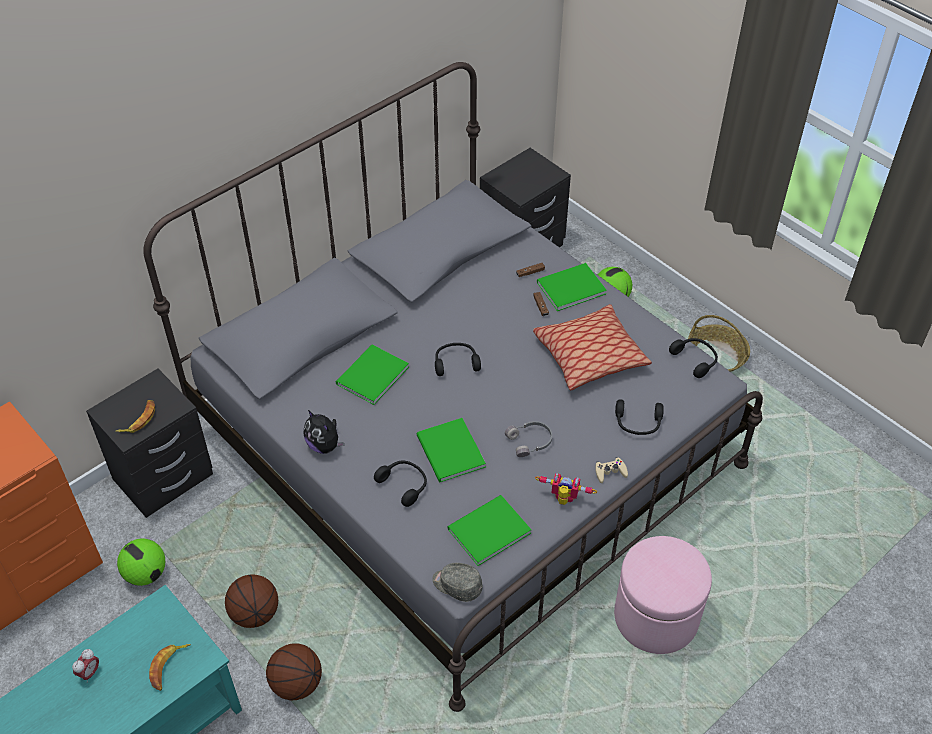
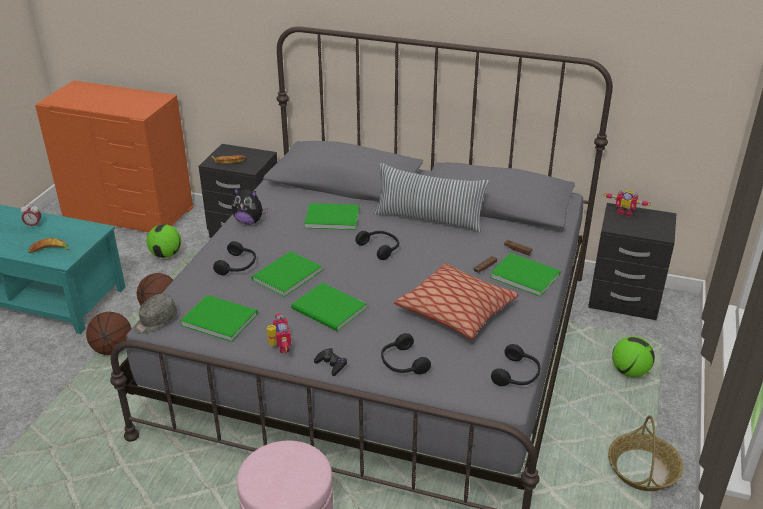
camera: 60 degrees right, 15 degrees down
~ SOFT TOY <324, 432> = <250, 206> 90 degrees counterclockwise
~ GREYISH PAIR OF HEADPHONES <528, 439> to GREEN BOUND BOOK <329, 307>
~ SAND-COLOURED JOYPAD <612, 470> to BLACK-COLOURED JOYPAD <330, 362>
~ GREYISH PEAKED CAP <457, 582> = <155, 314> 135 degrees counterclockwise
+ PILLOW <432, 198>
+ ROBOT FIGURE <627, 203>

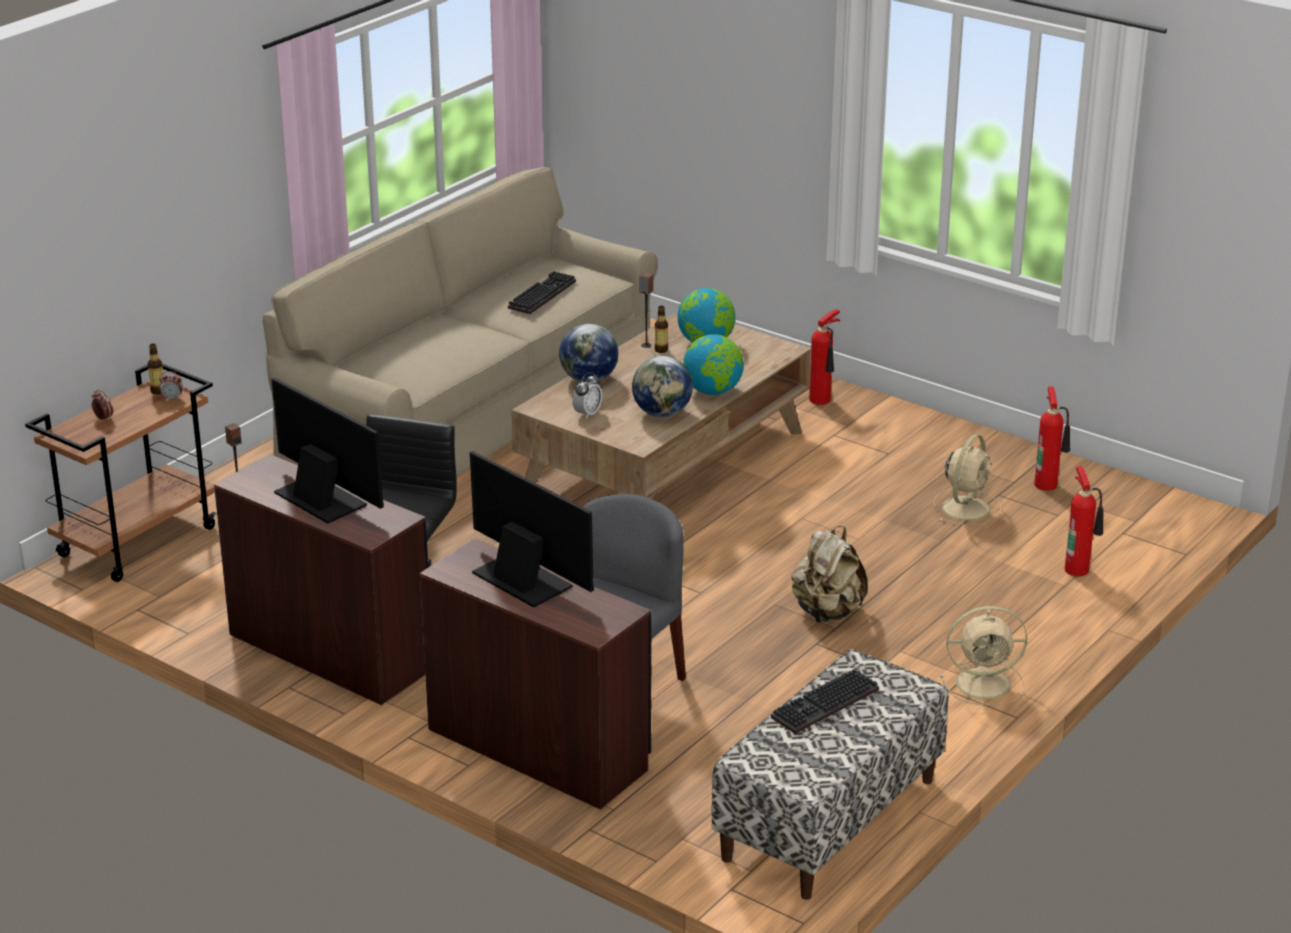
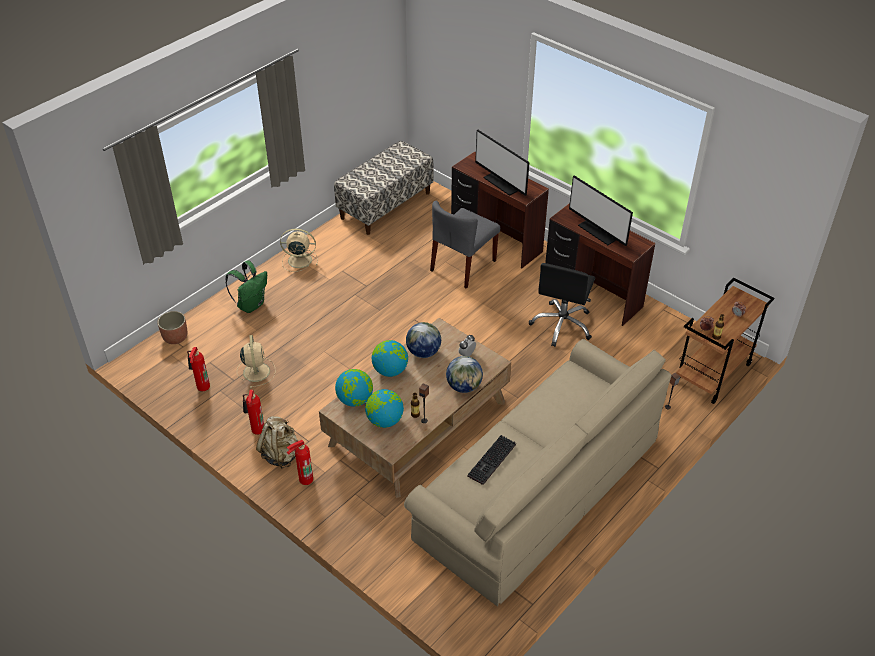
camera: 175 degrees left, 15 degrees up
~ SAND-COLOURED COOLING FAN <967, 480> = <256, 361> 135 degrees clockwise
~ EXTINGUISHER <1084, 521> to <253, 412>
~ SAND-COLOURED RUCKSACK <830, 574> to <276, 442>
- COMPUTER KEYBOARD <825, 701>
+ GREEN RUCKSACK <246, 286>
+ PLANT POT <172, 327>
+ WORLD GLOBE <354, 388>

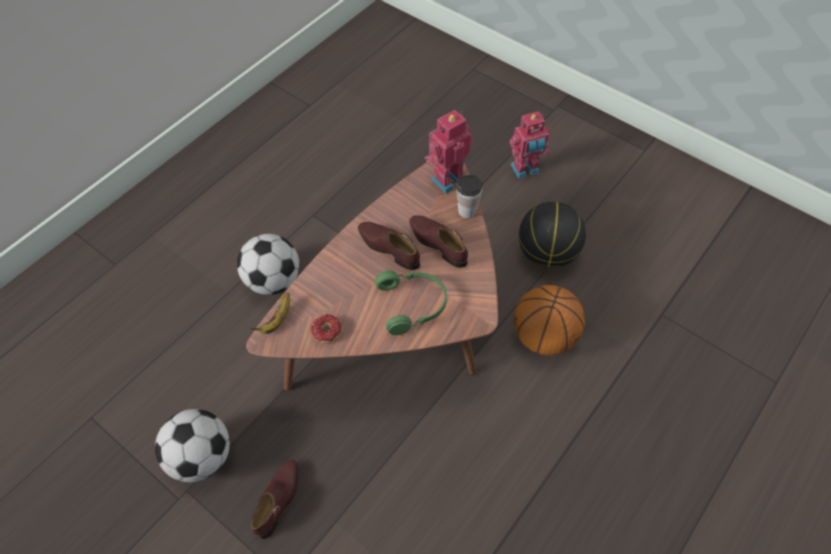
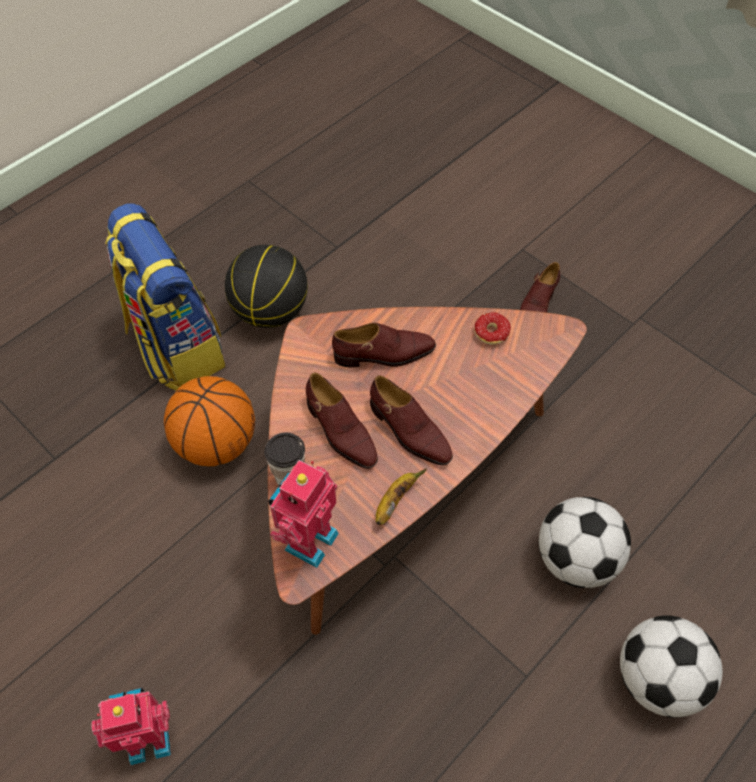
camera: 175 degrees left, 0 degrees up
~ ROBOT FIGURE <449, 152> = <303, 514> 150 degrees clockwise
~ BASKETBALL BALL <552, 235> to <266, 286>
~ GREEN PAIR OF HEADPHONES <411, 303> to BROWNISH SHOE <384, 345>
~ BANANA FRUIT <270, 313> to <401, 497>
~ FOOTBALL BALL <192, 445> to <671, 666>
+ RUCKSACK <165, 297>

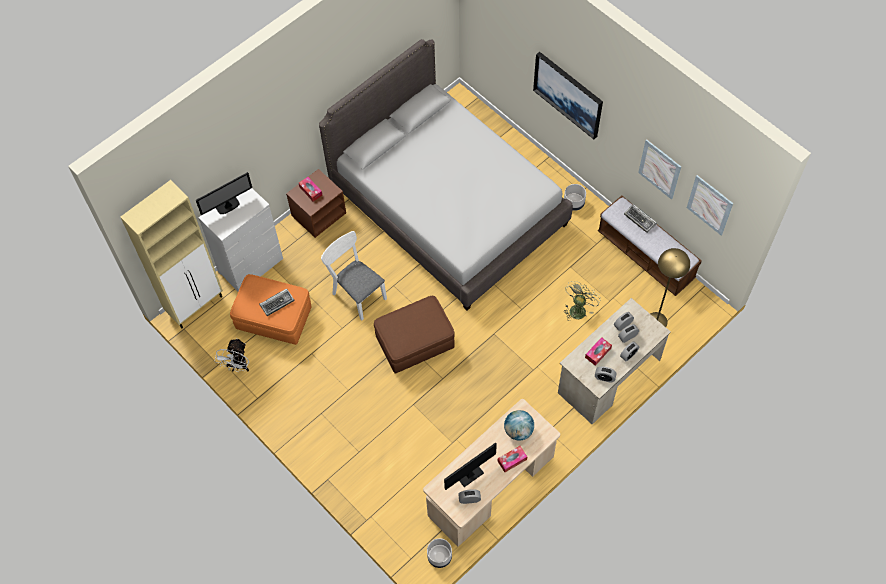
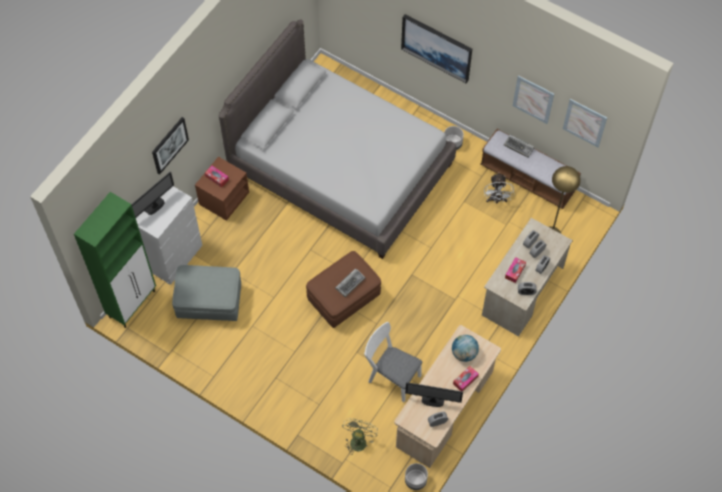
camera: 15 degrees left, 0 degrees up
~ SAND-COLOURED CUPBOARD <172, 254> to GREEN CUPBOARD <115, 260>
~ WHITISH CHAIR <354, 276> to <393, 362>
~ ORANGE FOOTREST <270, 309> to GREYISH FOOTREST <206, 293>
~ GREEN COOLING FAN <582, 300> to <360, 436>
~ COMPUTER KEYBOARD <277, 302> to <350, 283>
~ WHITISH COOLING FAN <232, 355> to <499, 188>
~ COMPUTER SCREEN <470, 466> = <434, 394> 120 degrees counterclockwise
+ WALL PICTURE <170, 146>

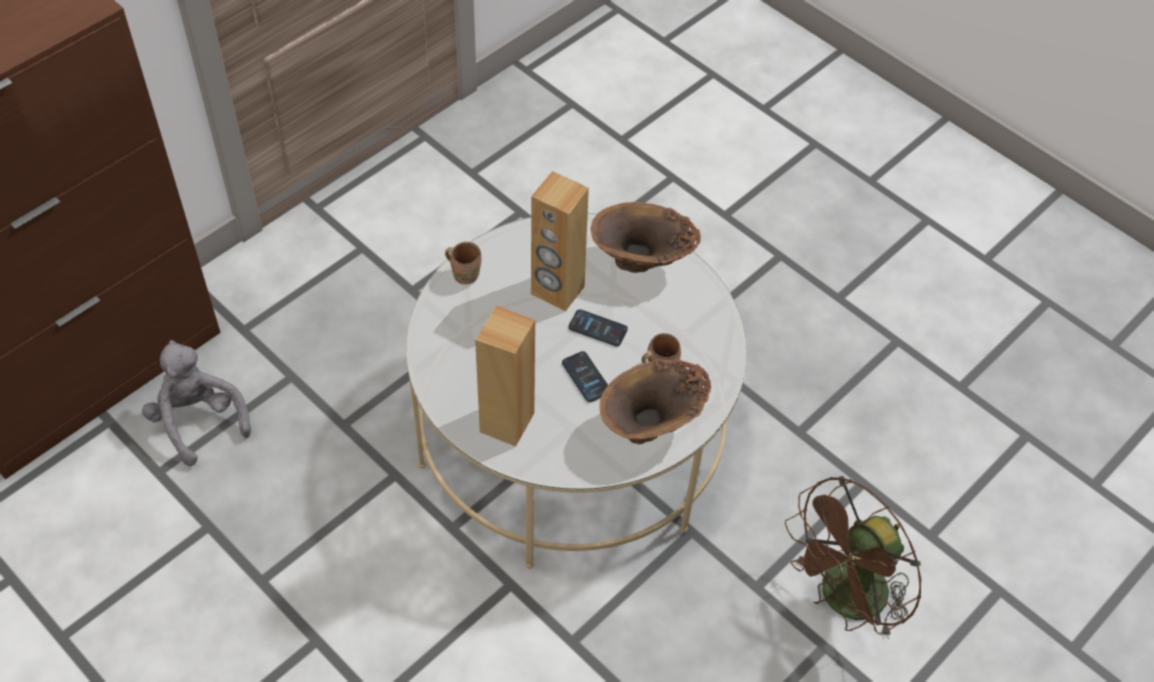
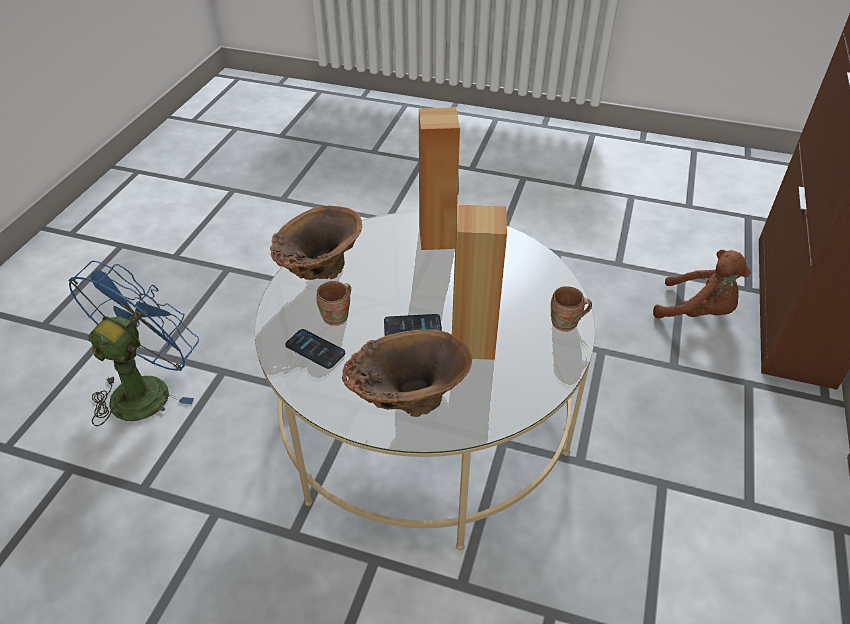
camera: 155 degrees right, 10 degrees down
~ GREYISH SOFT TOY <196, 403> to BROWNISH SOFT TOY <702, 284>
~ TELEPHONE <585, 376> to <315, 349>
~ BROWNISH COOLING FAN <853, 557> to BLUE-COLOURED COOLING FAN <133, 343>

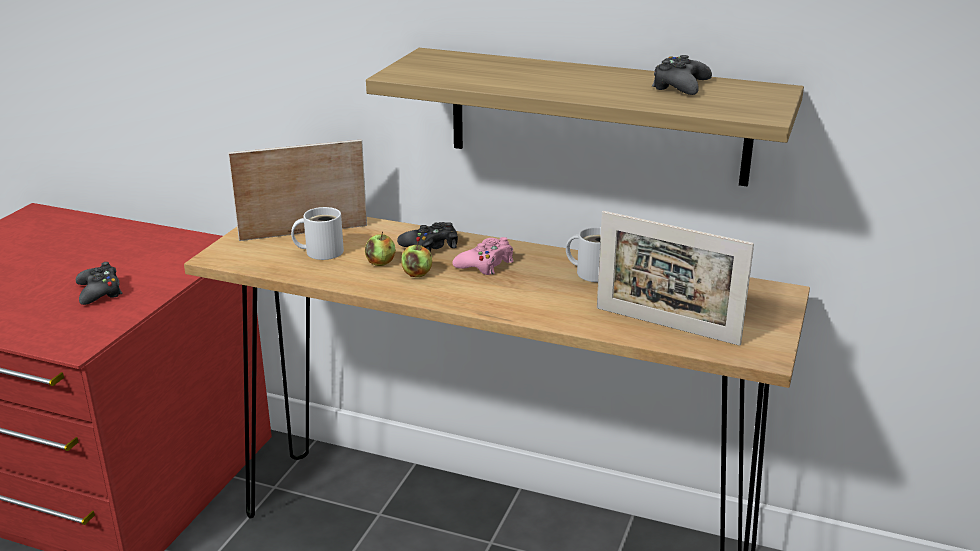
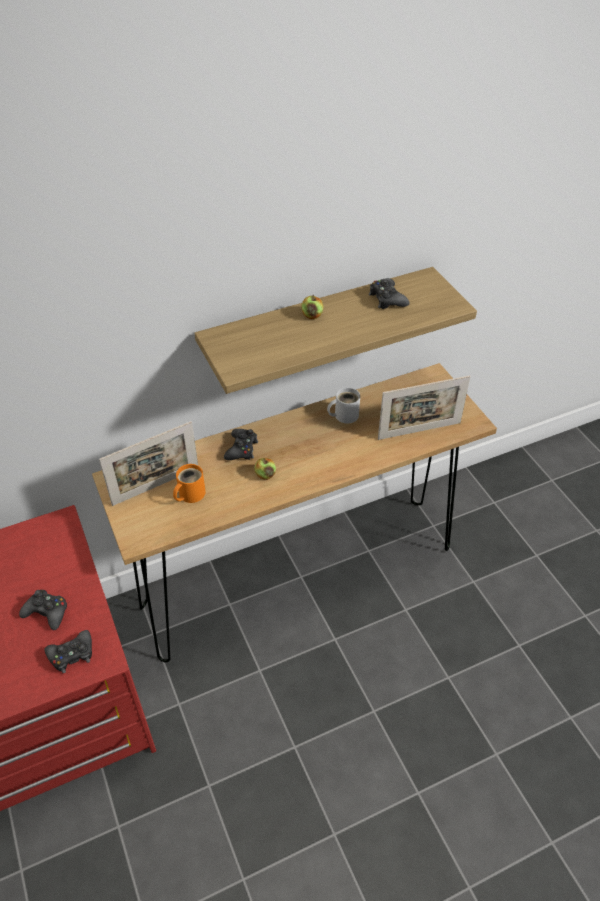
camera: 45 degrees left, 20 degrees up
~ STANDING FRAME <297, 190> = <148, 463> 150 degrees counterclockwise
~ WHITISH TEA MUG <317, 233> to ORANGE TEA MUG <189, 483>
~ WHOLE APPLE <380, 249> to <312, 307>
- PINK-COLOURED JOYPAD <483, 256>
+ BLACK-COLOURED JOYPAD <68, 651>

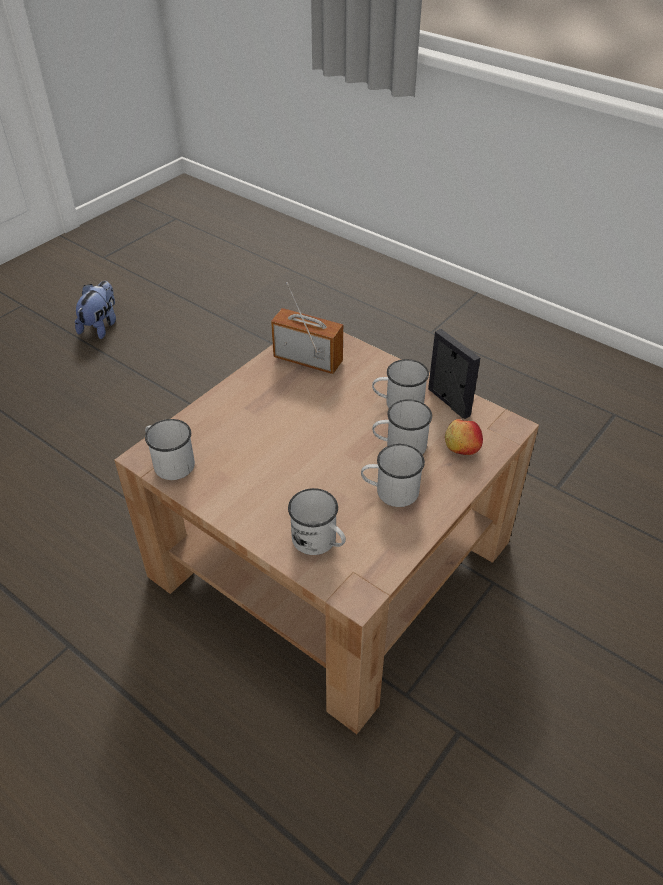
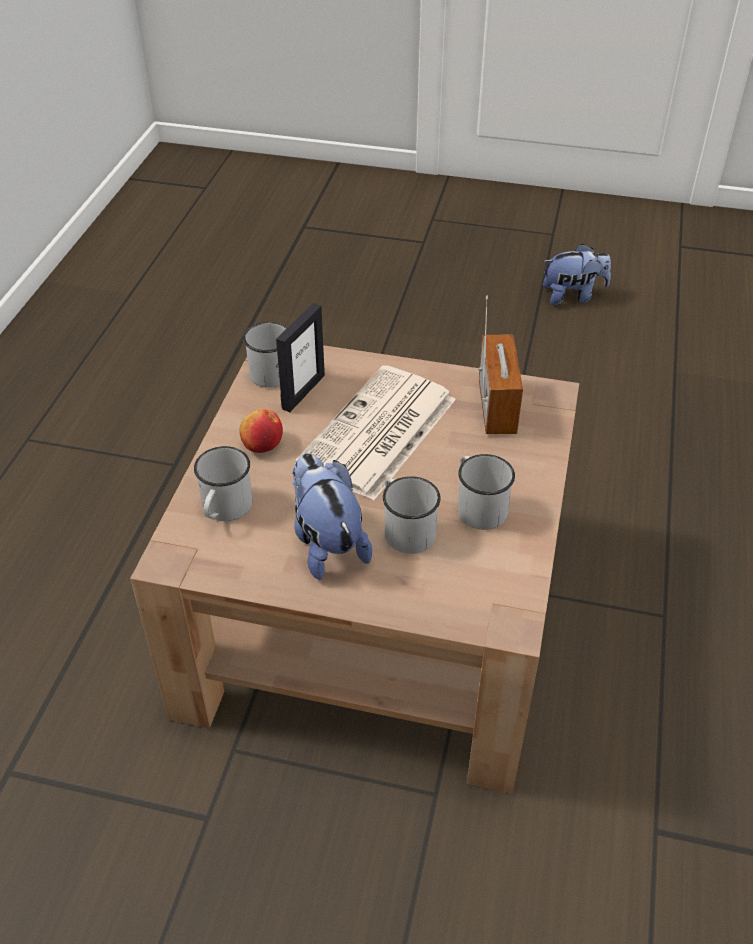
camera: 65 degrees right, 0 degrees up
~ STANDING FRAME <454, 374> to <300, 357>
~ WHOLE APPLE <464, 437> to <261, 430>
~ WHITISH TEA MUG <393, 475> to SOFT TOY <332, 516>
+ DAILY PAPER <375, 433>

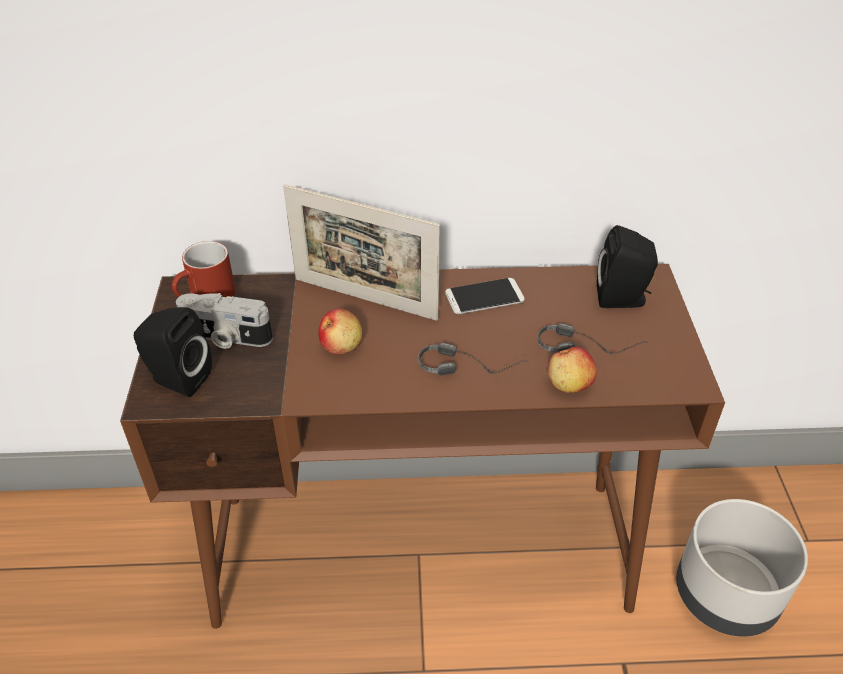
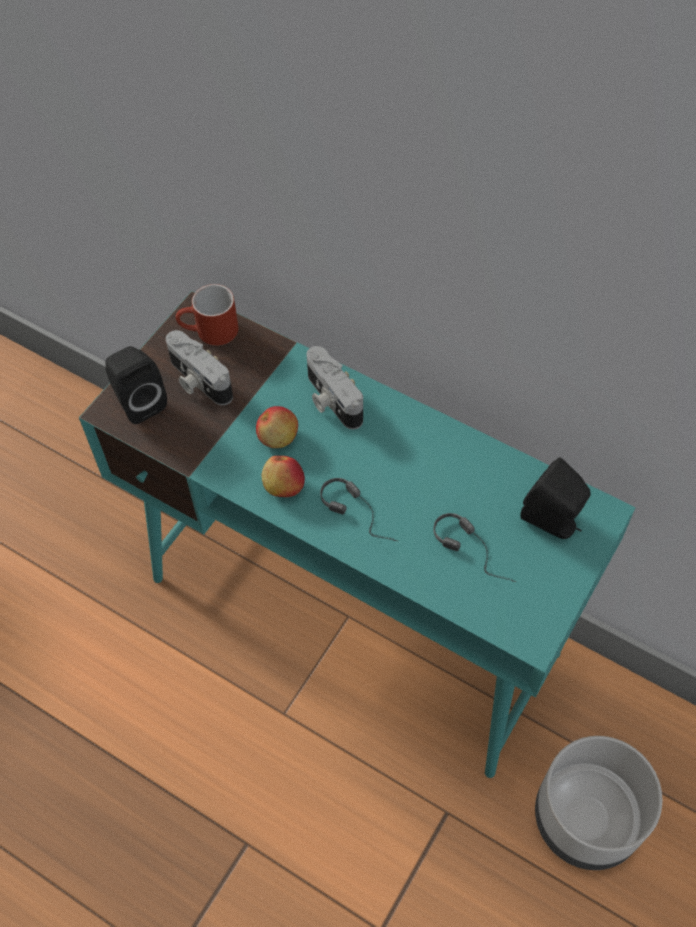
camera: 35 degrees right, 15 degrees up
~ STANDING FRAME <361, 252> to STILL CAMERA <334, 387>
~ BROWNISH DESK <422, 446> to TURQUOISE-COLOURED DESK <357, 534>
- TELEPHONE <485, 296>
~ WHOLE APPLE <572, 370> to <283, 476>

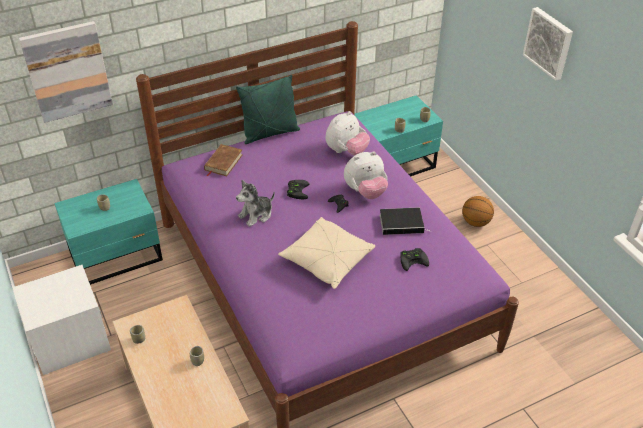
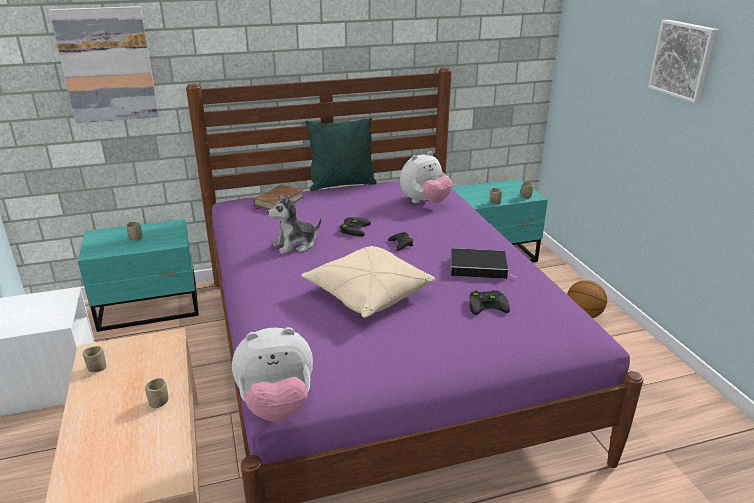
camera: 10 degrees right, 15 degrees down
~ SOFT TOY <366, 175> to <272, 374>

